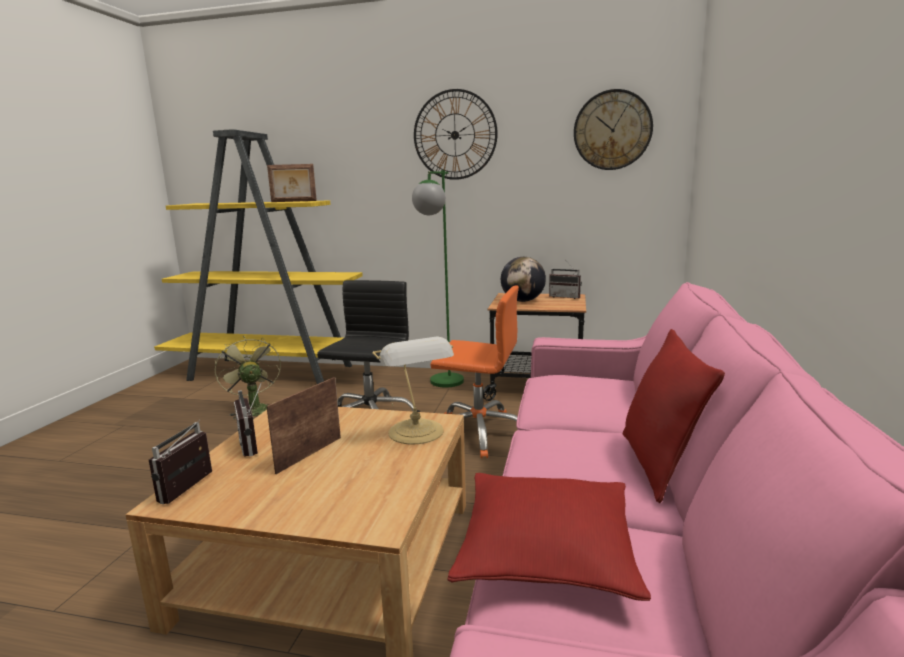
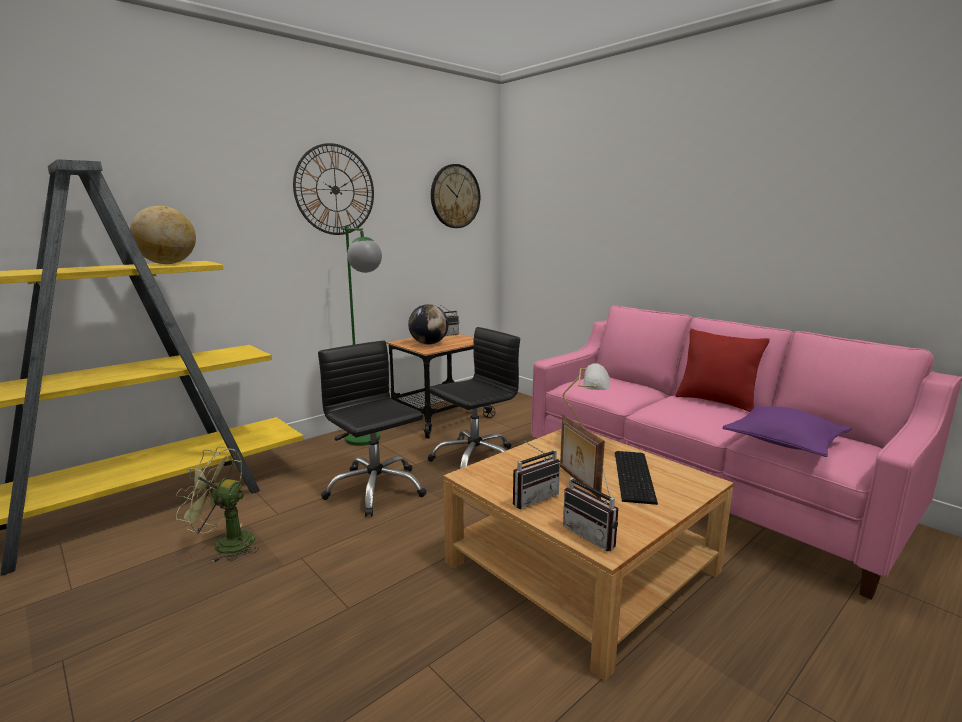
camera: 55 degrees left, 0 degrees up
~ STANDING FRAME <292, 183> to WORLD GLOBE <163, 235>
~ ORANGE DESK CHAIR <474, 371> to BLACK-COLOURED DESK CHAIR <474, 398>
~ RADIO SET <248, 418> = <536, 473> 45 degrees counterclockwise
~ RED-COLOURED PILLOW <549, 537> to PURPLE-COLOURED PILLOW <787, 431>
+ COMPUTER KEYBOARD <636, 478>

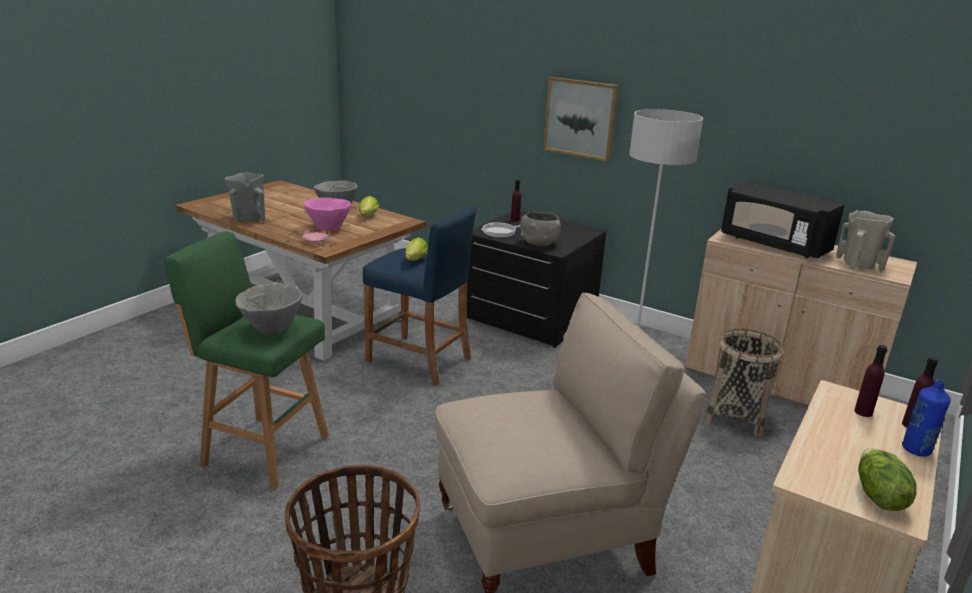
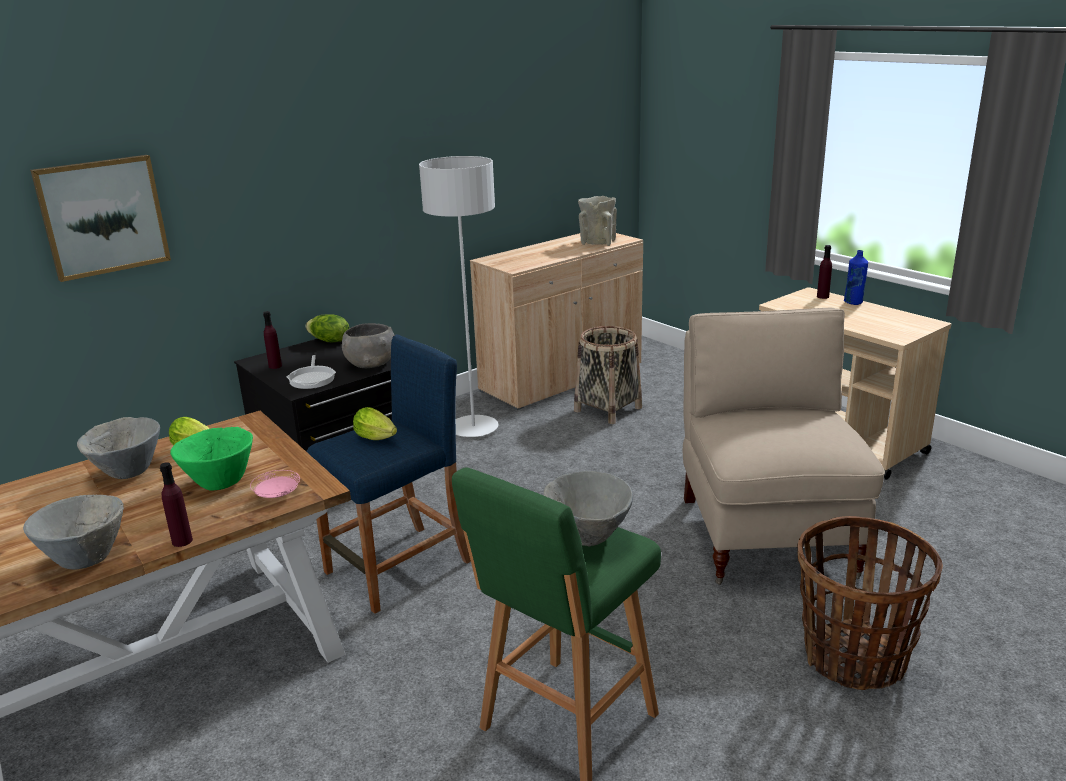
camera: 70 degrees left, 0 degrees up
~ WALL PICTURE <581, 119> to <100, 218>
~ GREYISH FLOWER VASE <245, 197> to GREYISH BOWL <73, 532>
- BLACK-COLOURED KITCHEN MICROWAVE <783, 220>
~ PINK-COLOURED BOWL <327, 214> to GREEN BOWL <211, 459>
~ PURPLE-COLOURED DRINK BOTTLE <871, 381> to <176, 504>
~ LETTUCE <887, 479> to <327, 328>

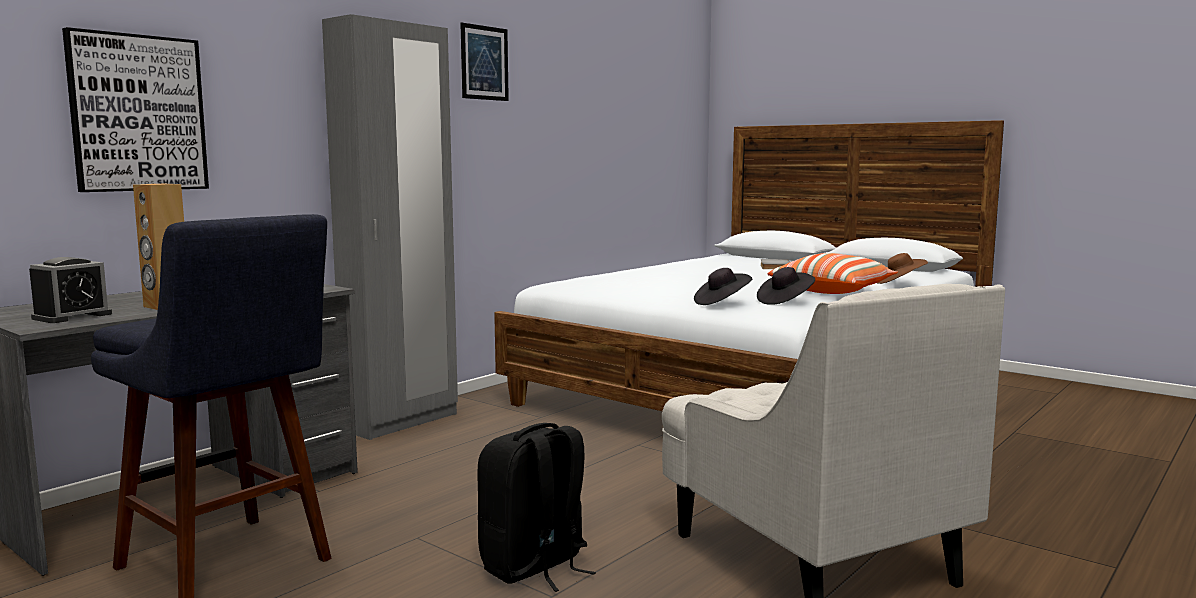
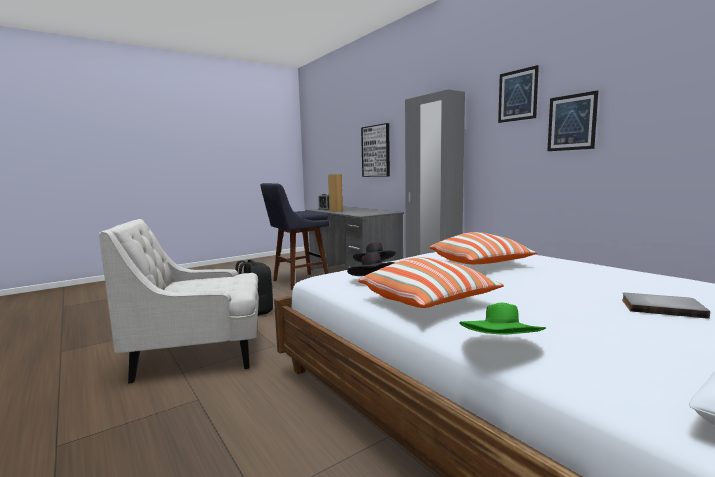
camera: 105 degrees right, 0 degrees up
~ BROWNISH WEARABLE HAT <903, 268> to GREEN WEARABLE HAT <502, 319>
+ WALL PICTURE <572, 120>
+ PILLOW <483, 248>

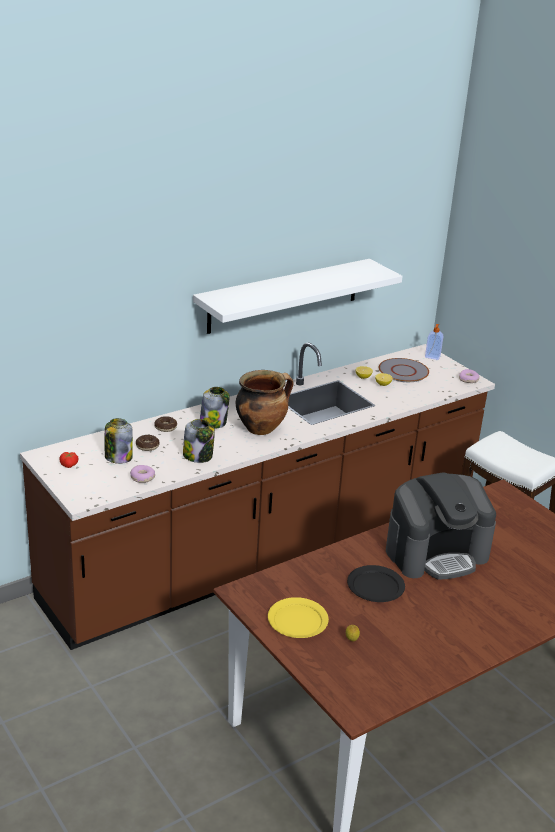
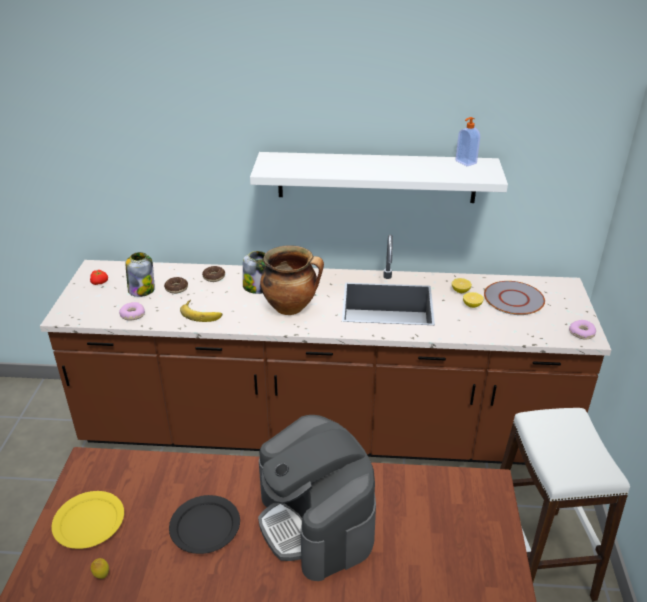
camera: 40 degrees right, 5 degrees up
~ SOAP BOTTLE <434, 342> to <468, 141>
~ PRESERVE JAR <199, 441> to BANANA FRUIT <201, 311>
~ COFFEE BREWER <441, 526> = <317, 498> 45 degrees clockwise

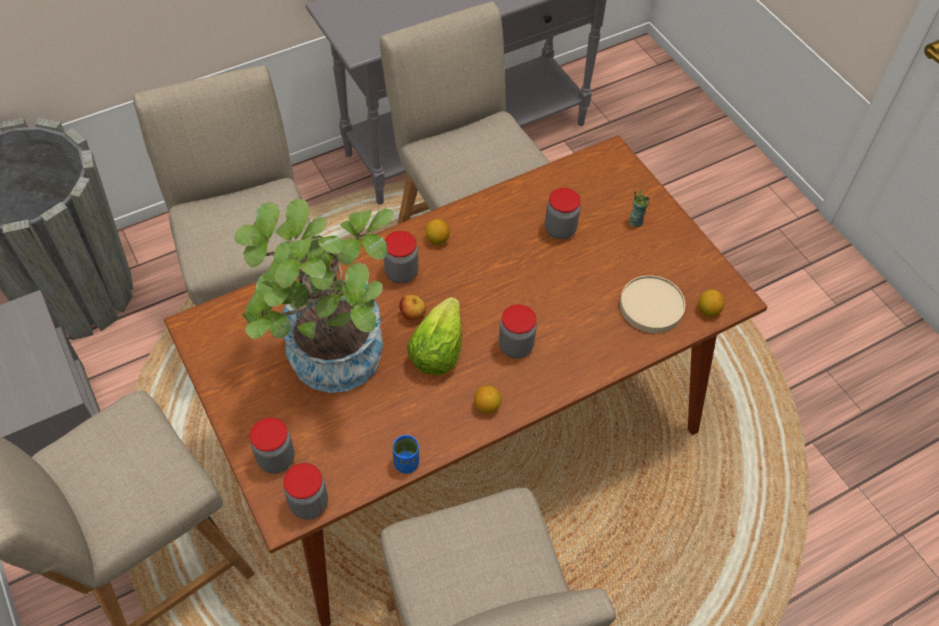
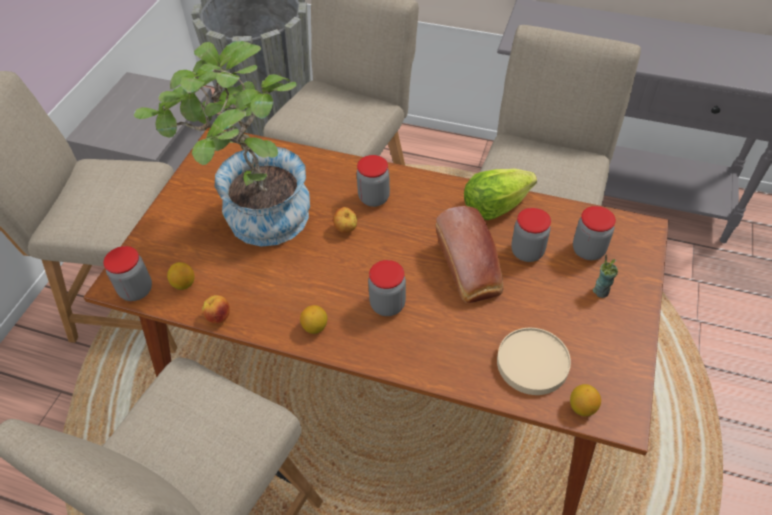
camera: 50 degrees right, 5 degrees down
~ LEMON <437, 232> to <181, 276>
~ LETTUCE <434, 336> to <500, 194>
~ PRESERVE JAR <272, 446> to <594, 233>
~ BLUE-COLOURED DRINKING CUP <406, 454> to WHOLE APPLE <216, 309>
+ BAKED BREAD <469, 254>

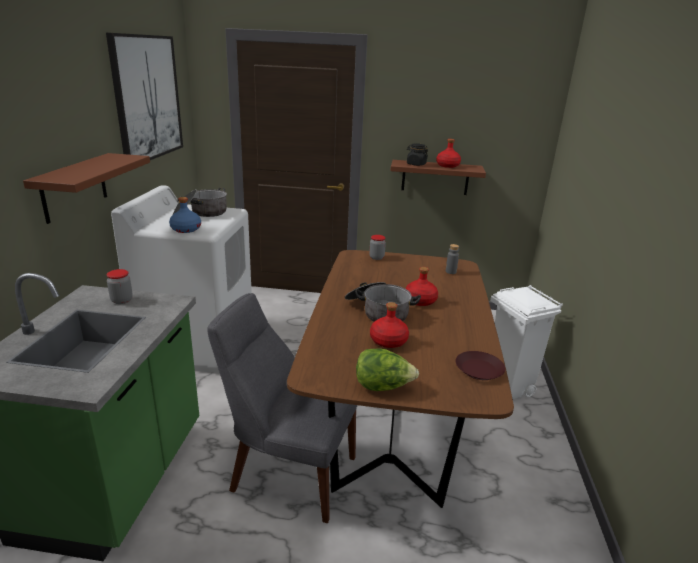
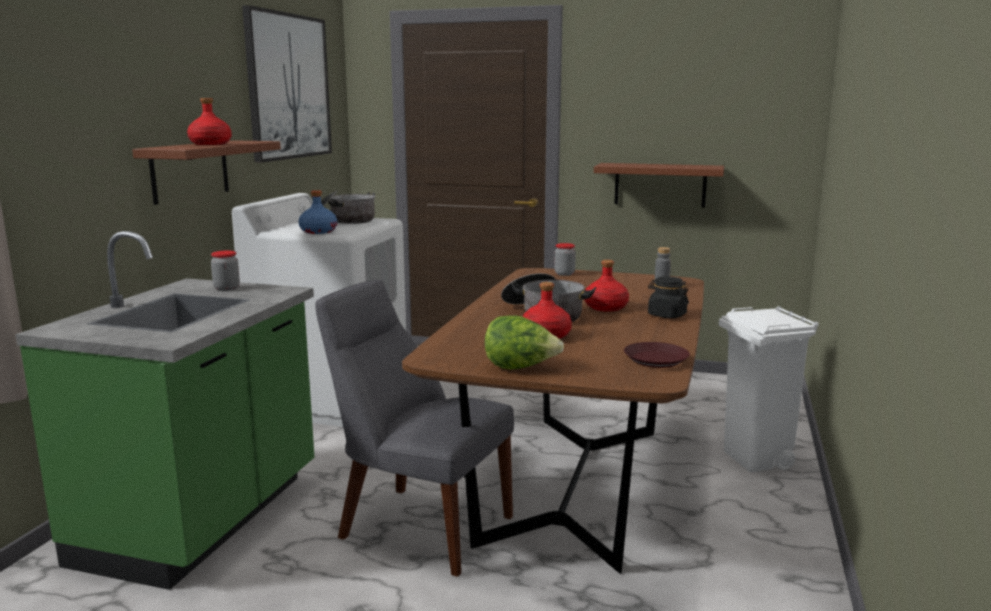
camera: 10 degrees right, 10 degrees down
~ RED-COLOURED DRINK BOTTLE <448, 153> to <209, 121>
~ BLACK-COLOURED PRESERVE JAR <417, 155> to <668, 297>

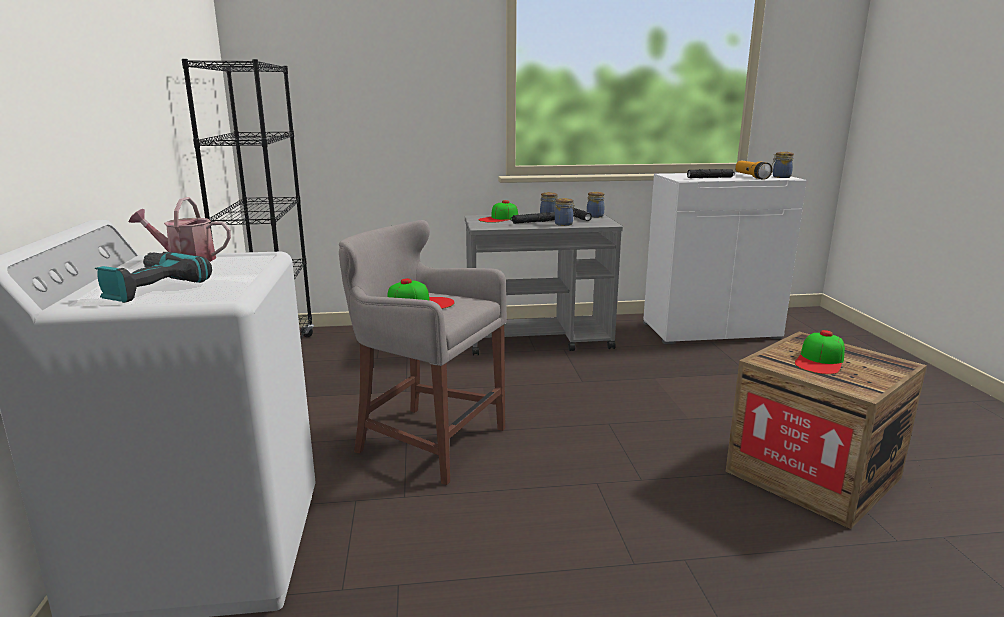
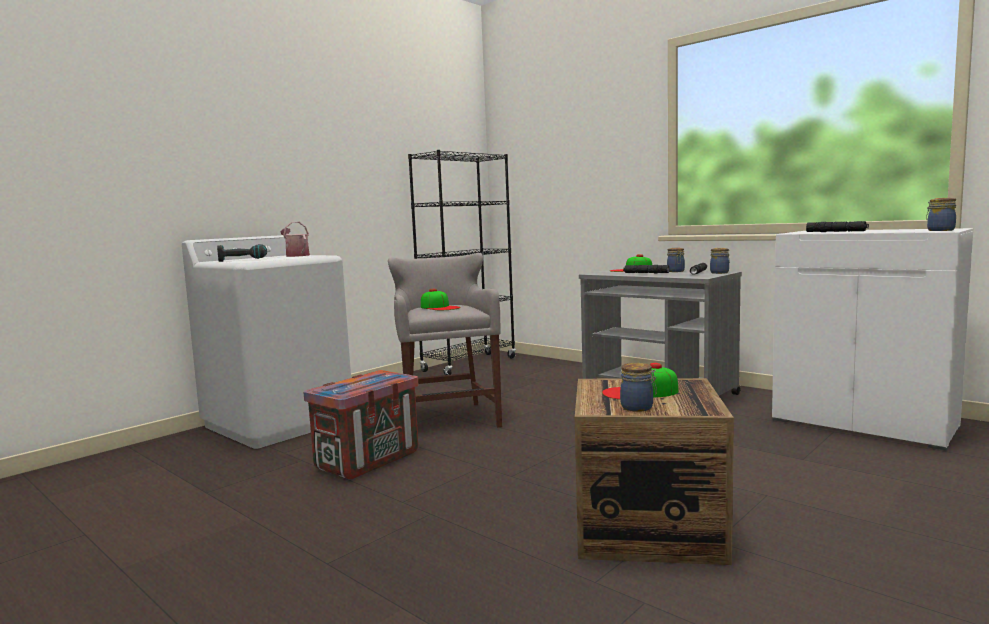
camera: 50 degrees right, 10 degrees down
- TORCH <754, 170>
~ PRESERVE JAR <565, 212> to <638, 387>
+ PACKING CRATE <361, 424>

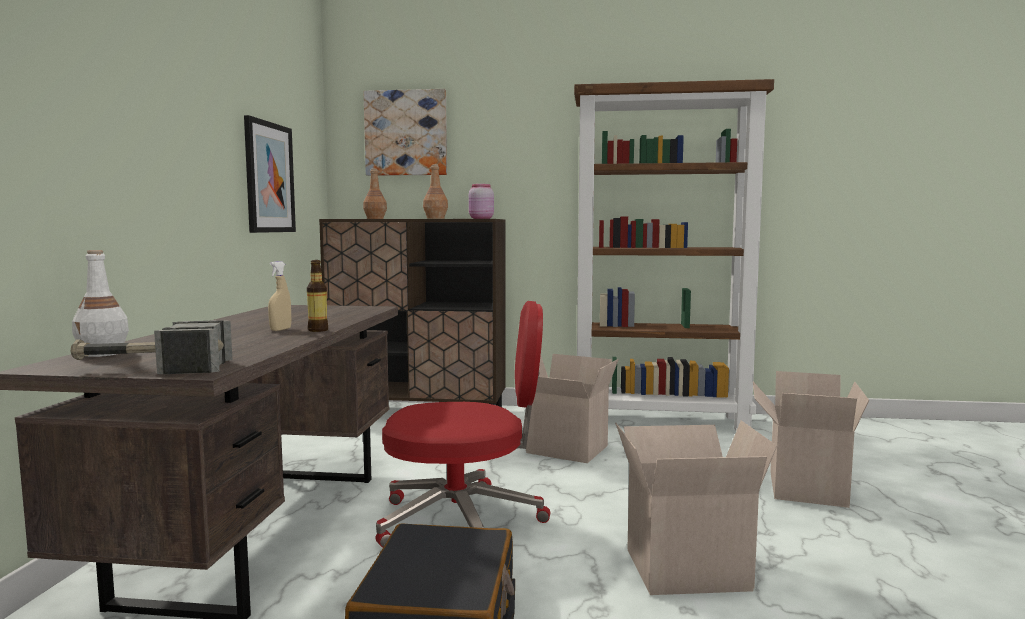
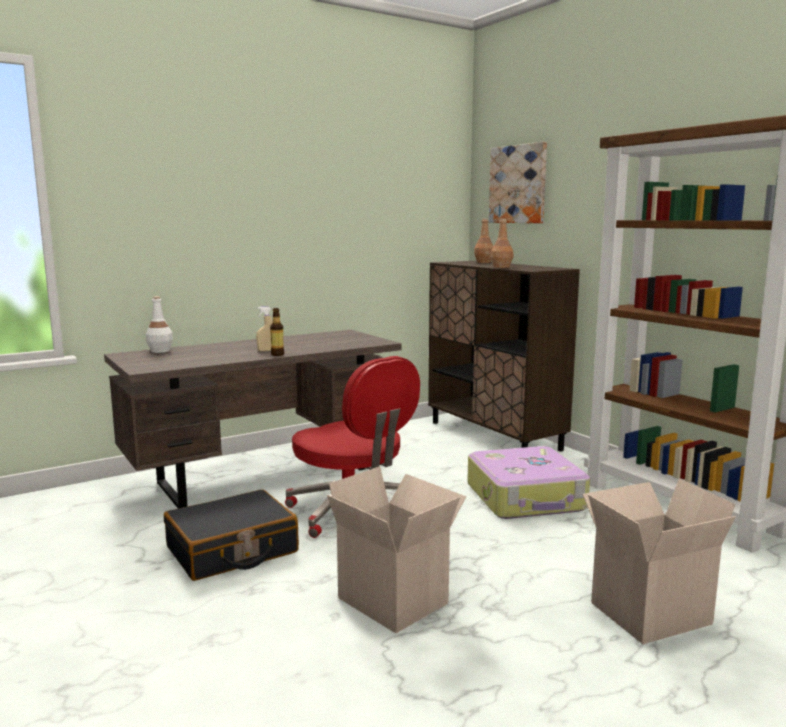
camera: 50 degrees right, 5 degrees up
- WALL PICTURE <270, 174>
- PINK-COLOURED PRESERVE JAR <481, 201>
- TOOL HAMMER <151, 347>
~ CARDBOARD BOX <572, 408> to SUITCASE <528, 482>

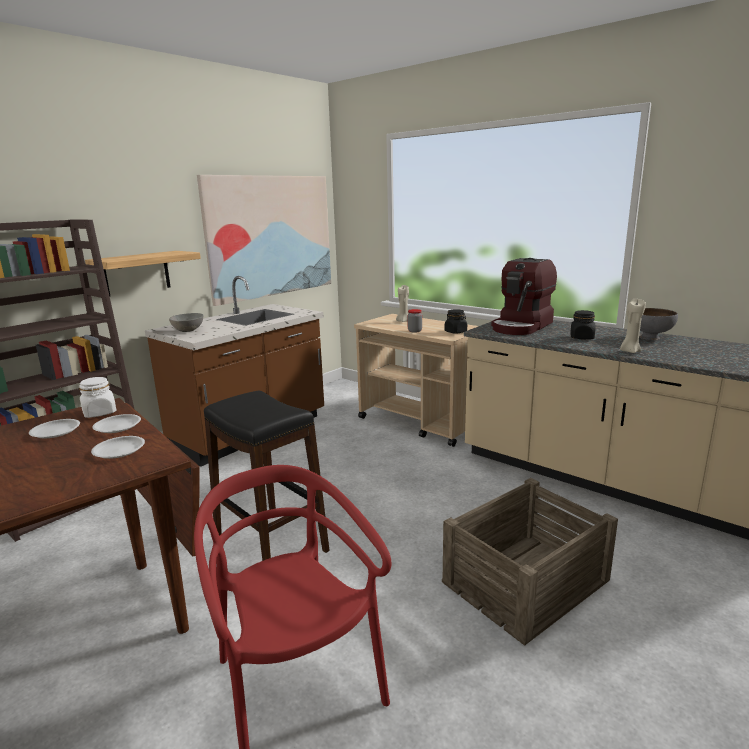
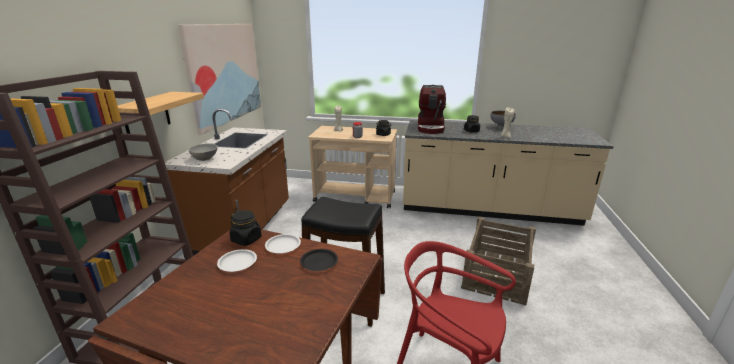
camera: 30 degrees left, 5 degrees up
~ WHITISH PRESERVE JAR <97, 397> to BLACK-COLOURED PRESERVE JAR <246, 228>
~ WHITISH DINNER PLATE <118, 447> to BLACK-COLOURED DINNER PLATE <319, 260>

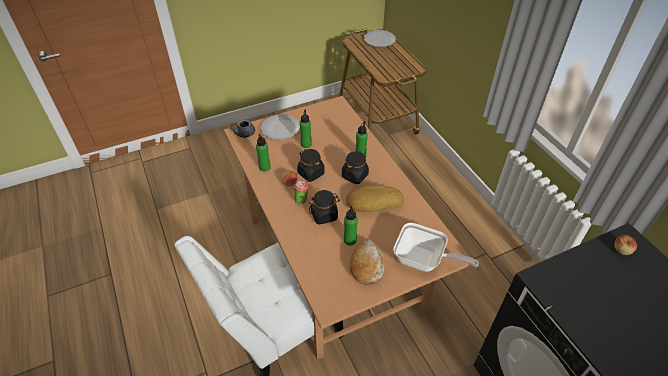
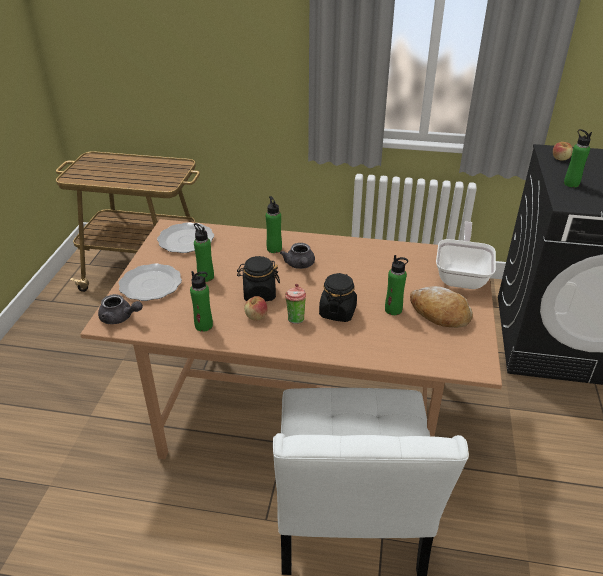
camera: 55 degrees left, 10 degrees down
~ DINNER PLATE <380, 38> to <185, 237>
~ BLACK-COLOURED PRESERVE JAR <355, 167> to GREYISH TEA POT <297, 256>
- BAKED BREAD <375, 198>
~ FRYING PAN <436, 247> = <466, 255> 45 degrees counterclockwise
+ GREEN DRINK BOTTLE <578, 158>

